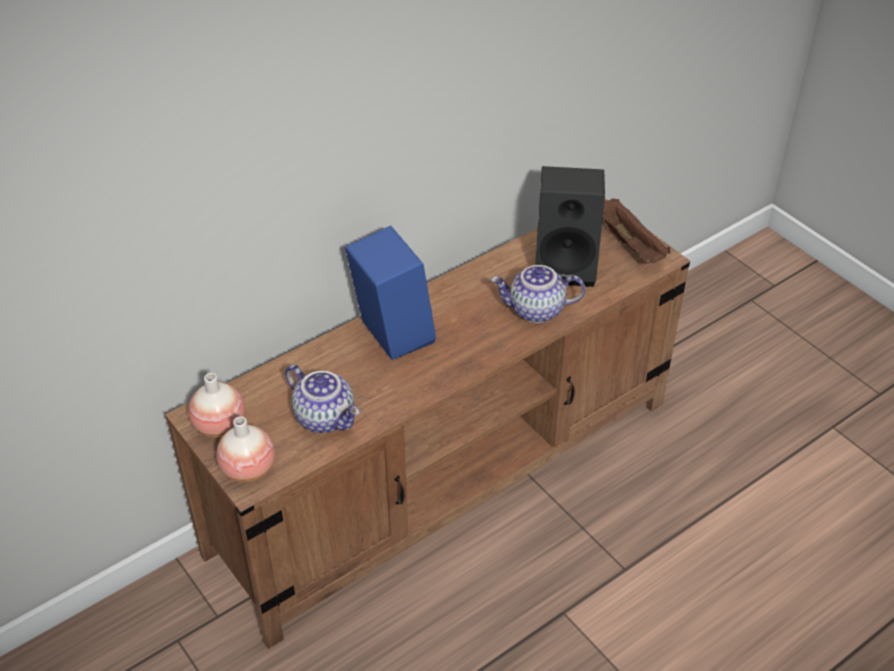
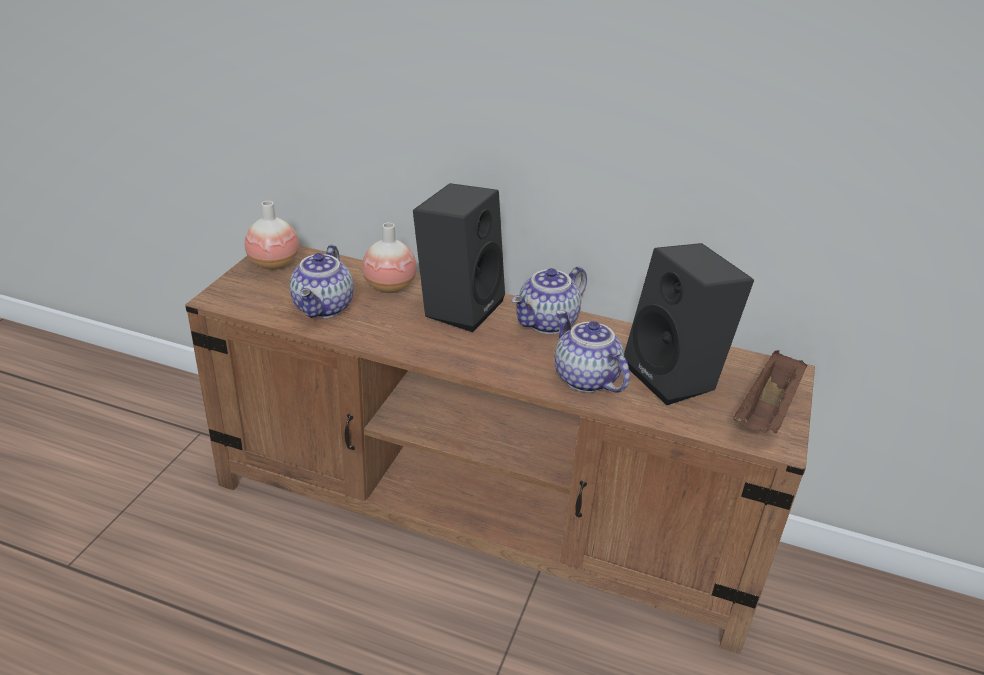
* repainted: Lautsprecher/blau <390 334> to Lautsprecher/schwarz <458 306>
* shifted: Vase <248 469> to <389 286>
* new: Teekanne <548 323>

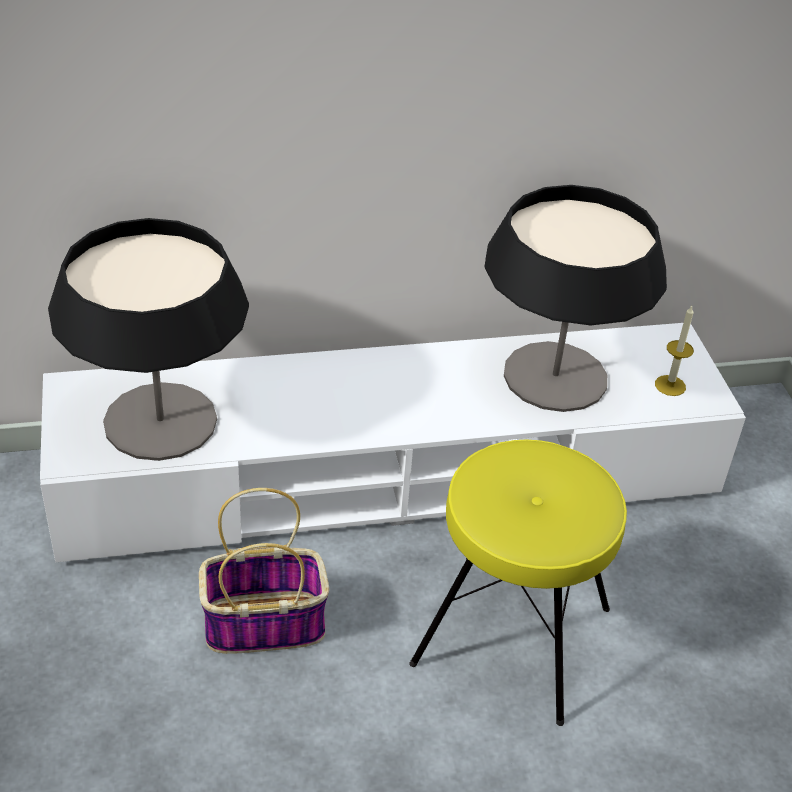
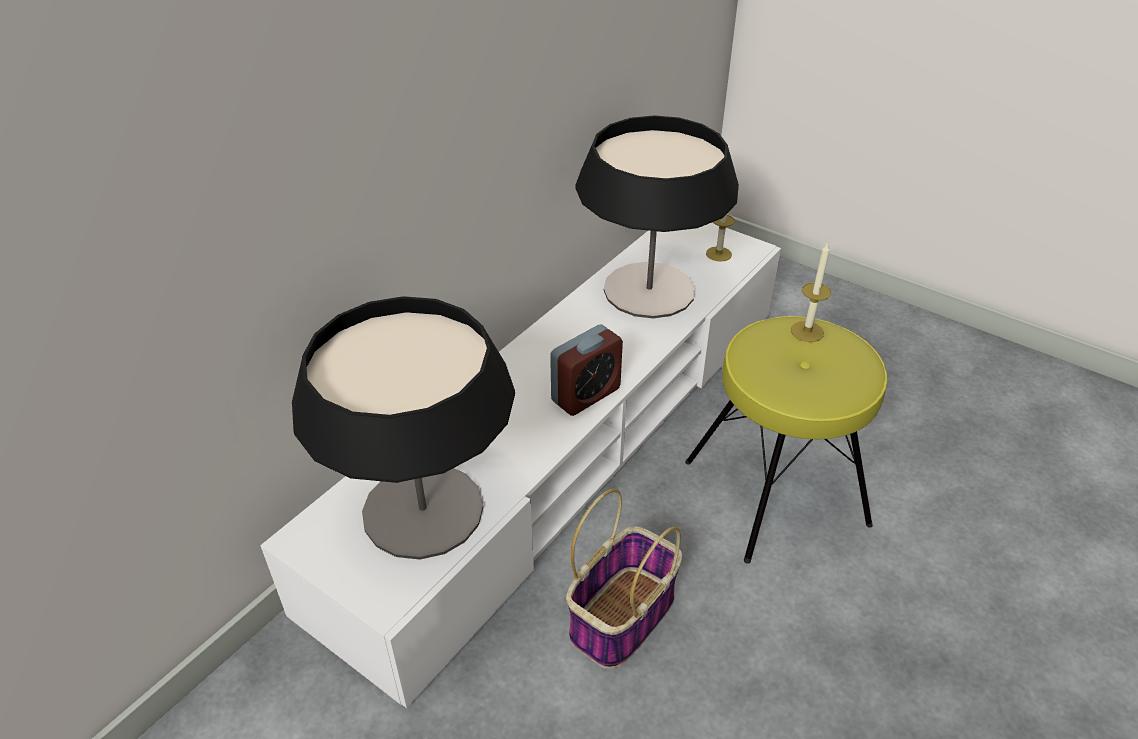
* new: Kerze <807 331>
* new: Wecker <586 395>

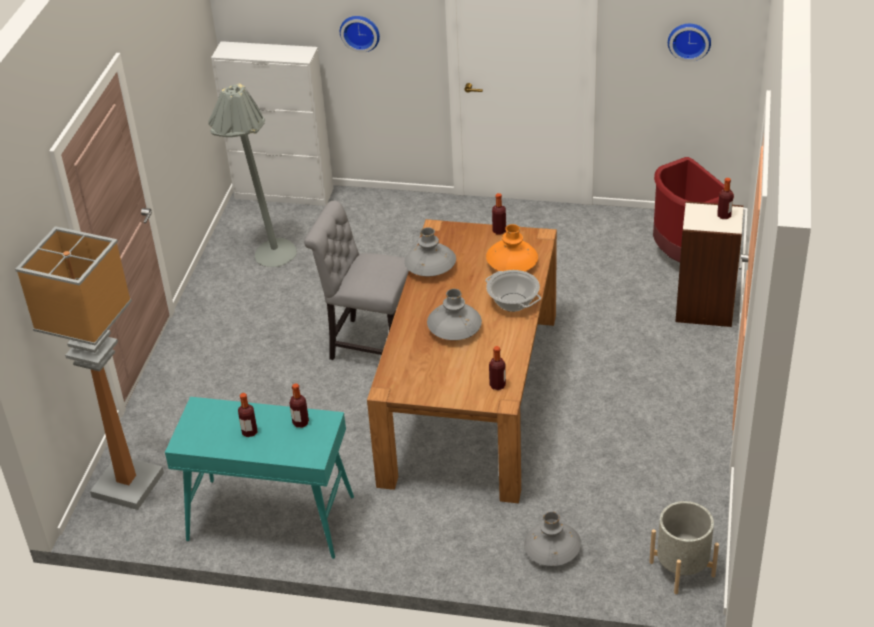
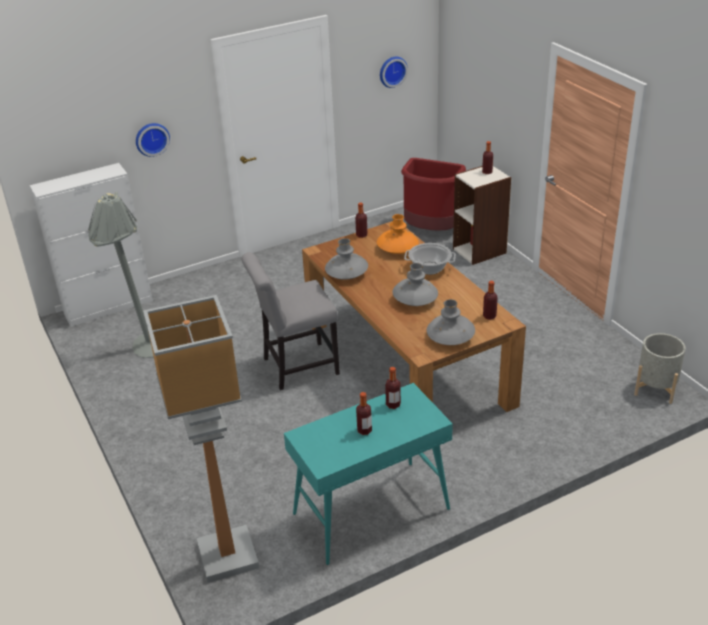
* shifted: Vase/grau <552 551> to <450 337>

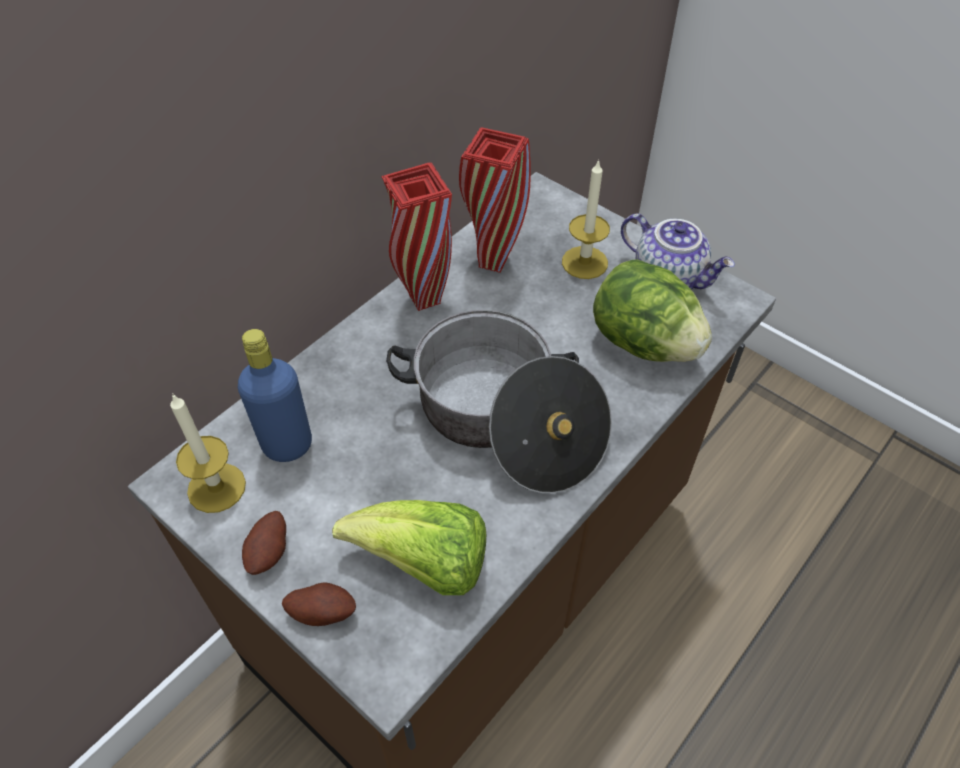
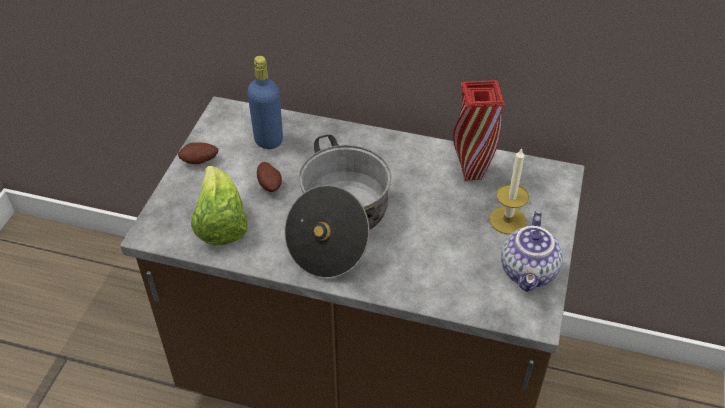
* gone: Vase/rot <424 299>
* gone: Salatkopf <643 342>
* gone: Kerze <216 487>
* shifted: Kartoffel <322 611> to <270 185>

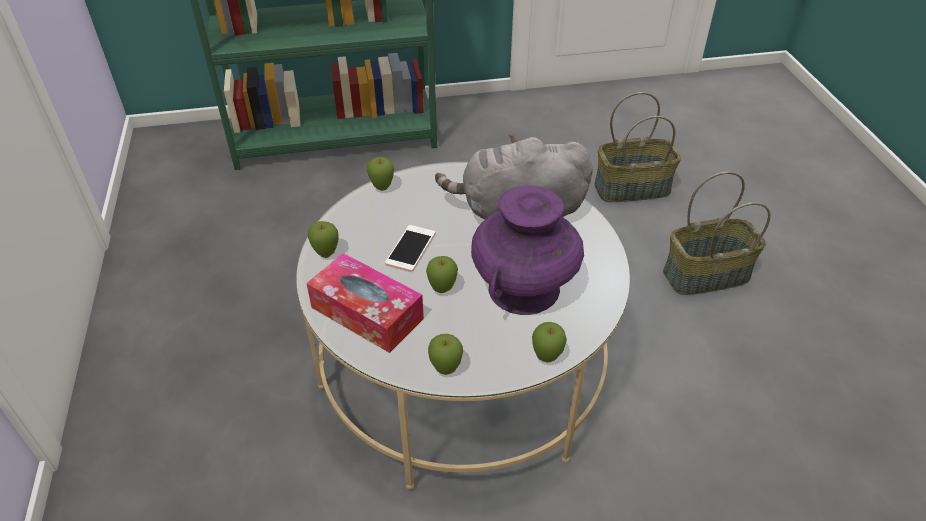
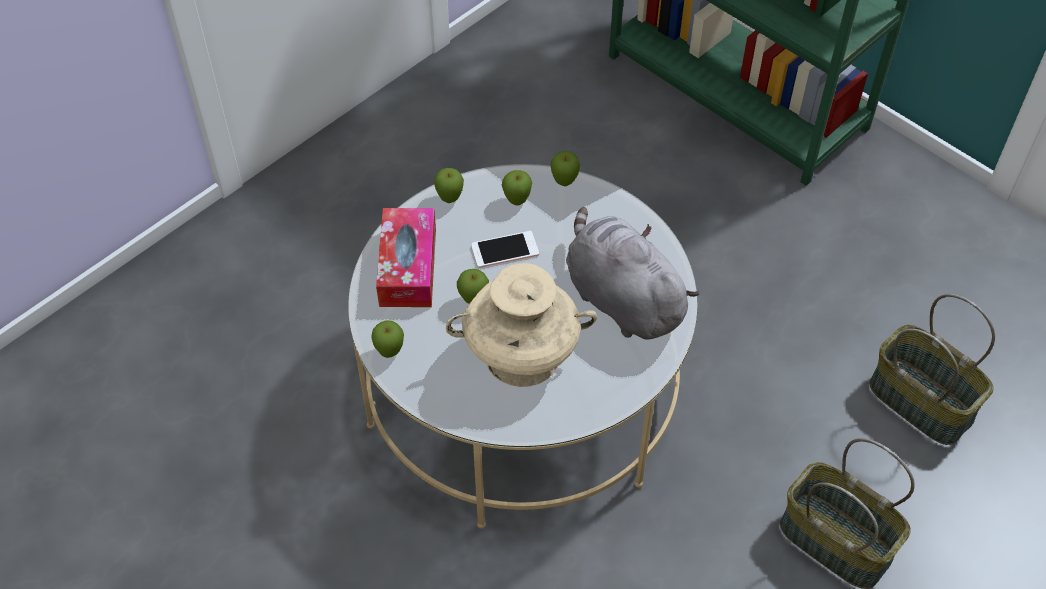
* repainted: Vase/lila <523 289> to Vase/beige <521 356>
* shifted: Apfel <546 358> to <517 201>

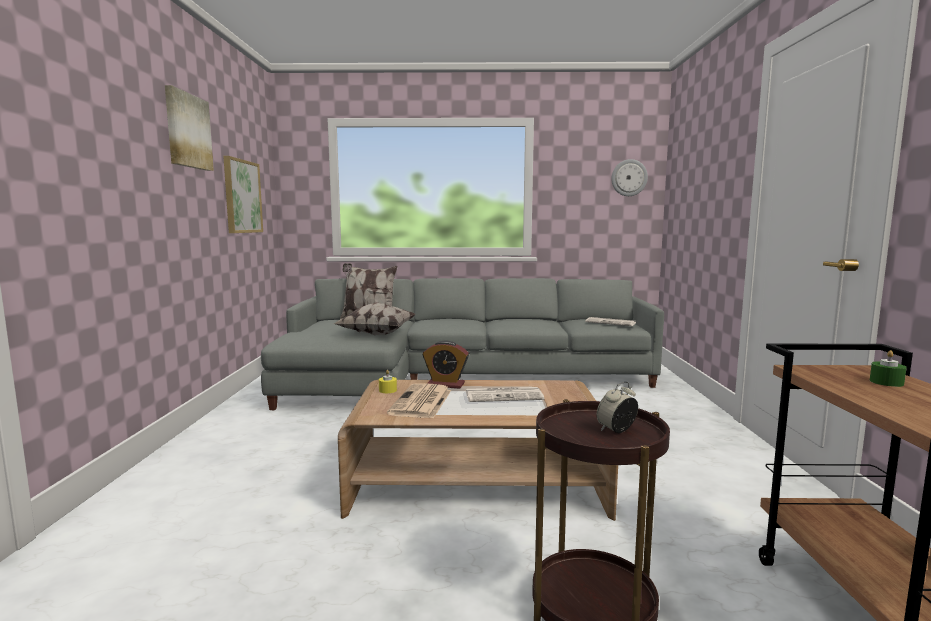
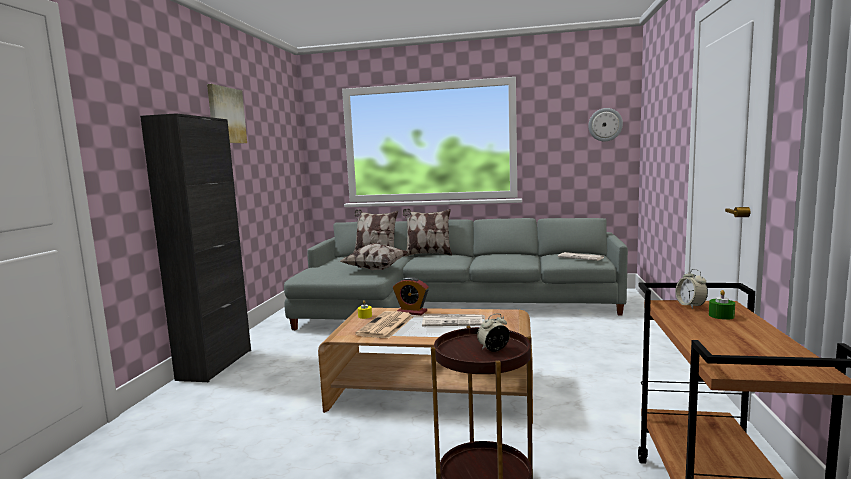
* gone: Bild <242 196>
* new: Schrank/schwarz <215 364>
* new: Kissen <428 254>
* new: Wecker <690 306>

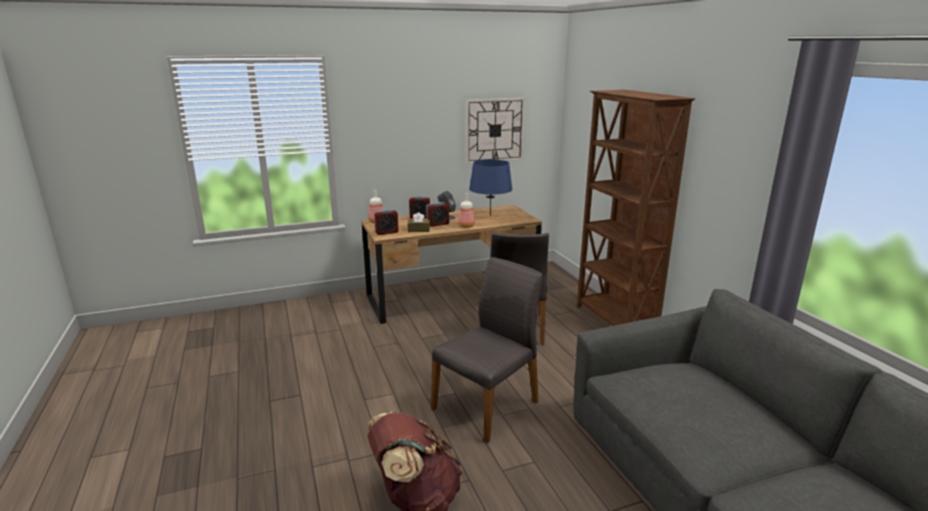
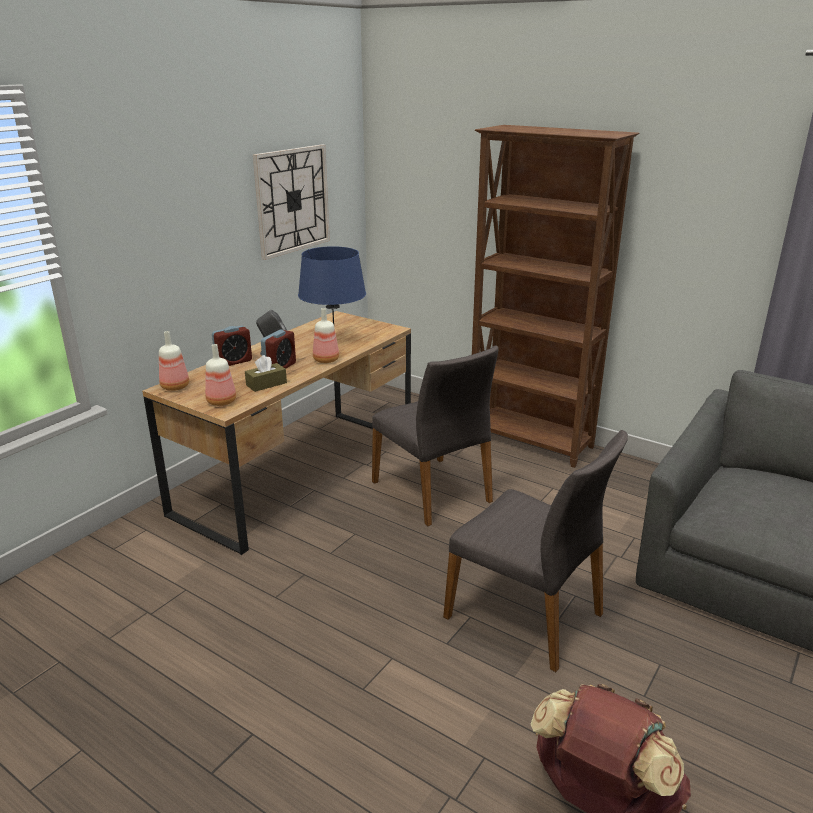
* swapped: Wecker <386 232> to Flasche <221 401>
* rotated: Stuhl/grau <487 405> = <526 615> 120 degrees clockwise

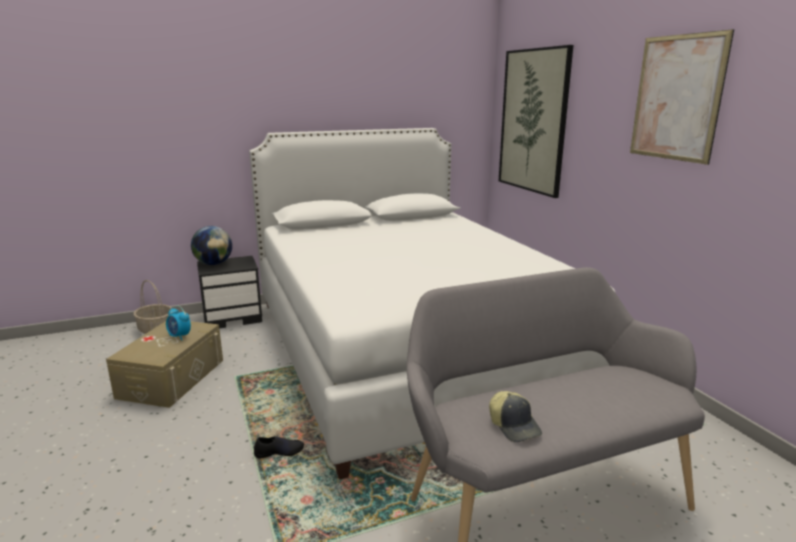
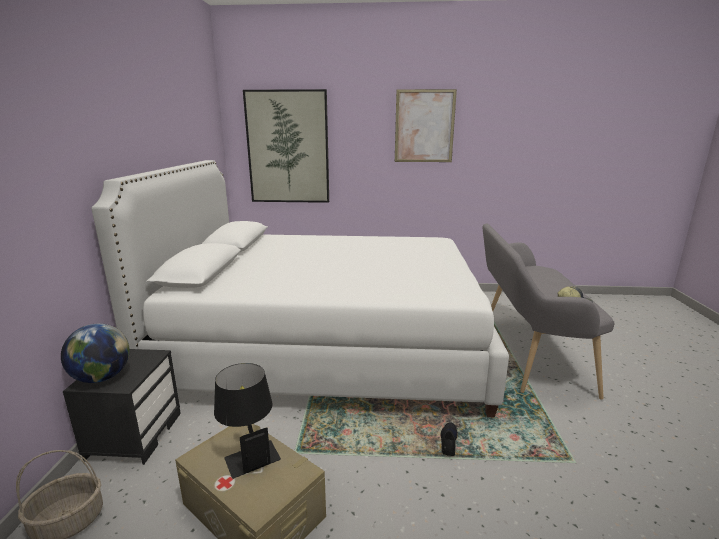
* swapped: Wecker <179 336> to Tischlampe/schwarz <248 451>

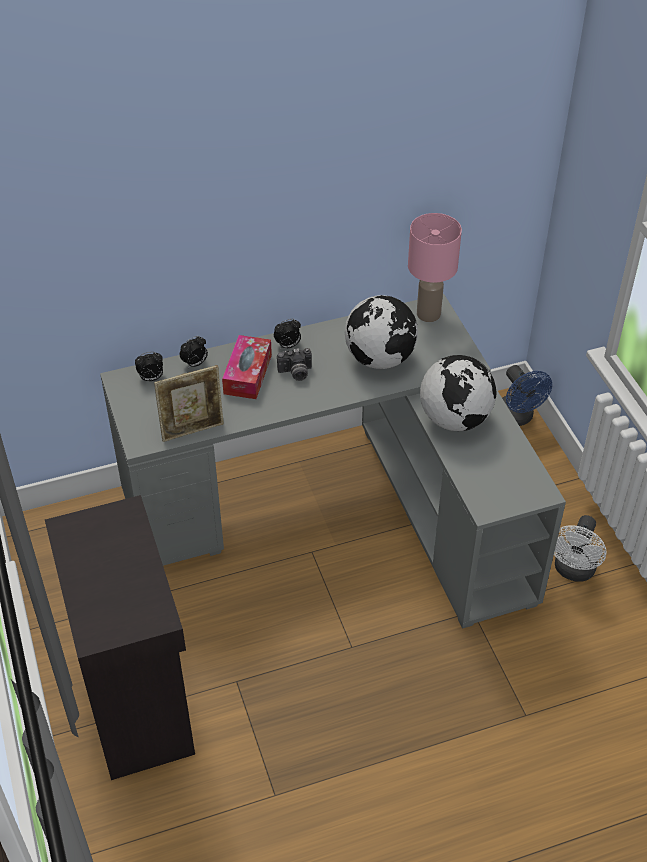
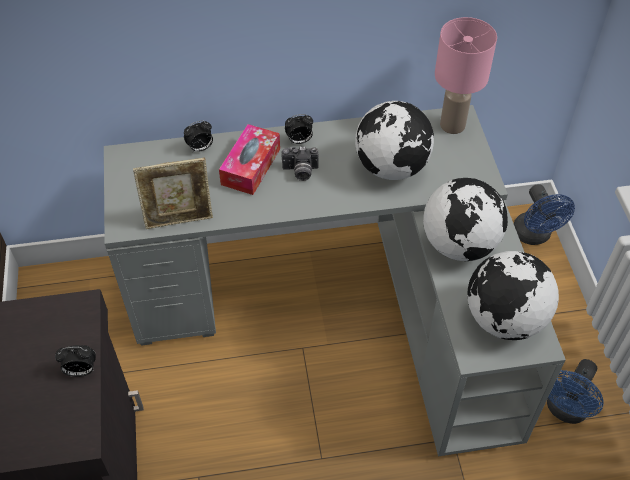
* shifted: Wecker <151 378> to <81 371>
* repainted: Ventilator/weiß <573 571> to Ventilator/blau <565 410>
* new: Globus <504 319>

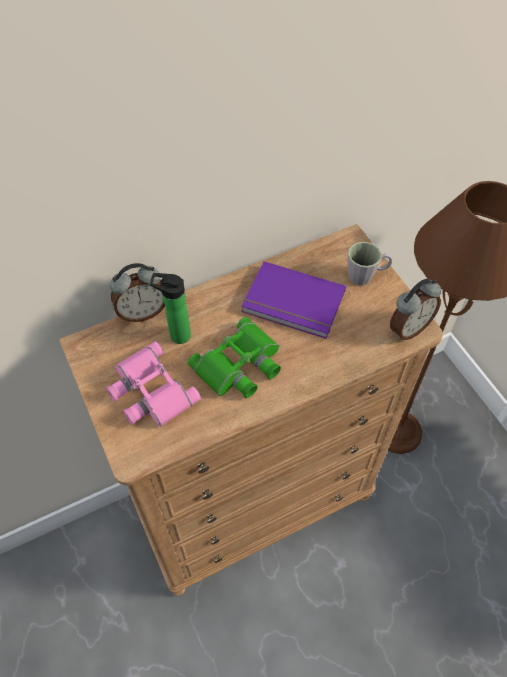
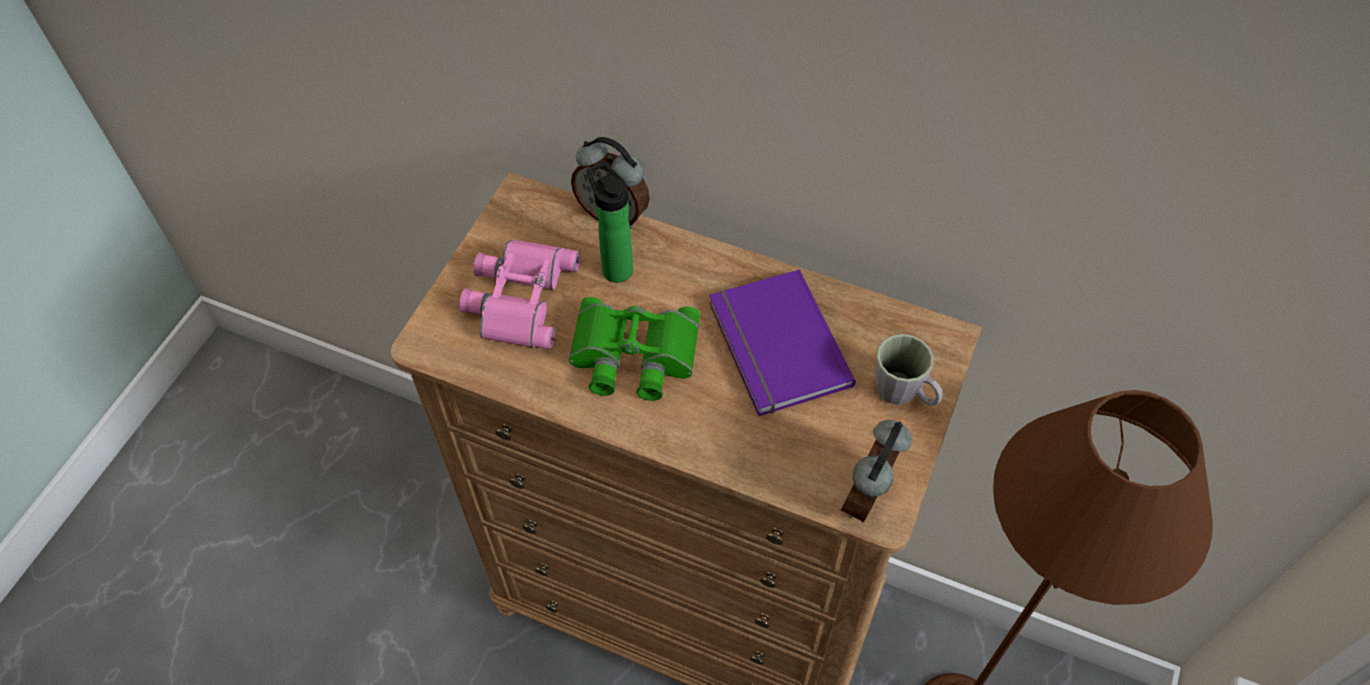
* rotated: Wecker <408 328> = <869 497> 105 degrees clockwise

